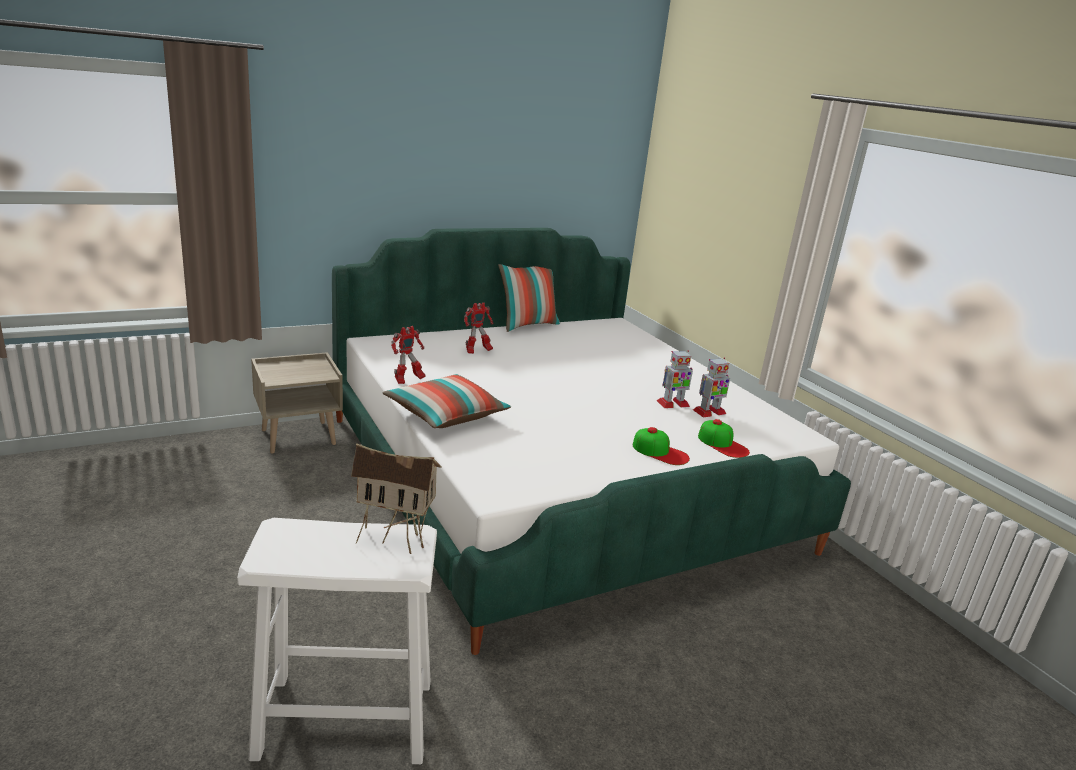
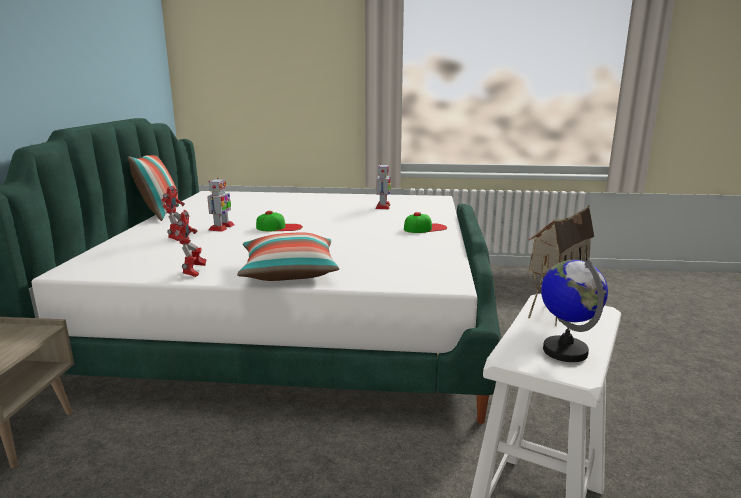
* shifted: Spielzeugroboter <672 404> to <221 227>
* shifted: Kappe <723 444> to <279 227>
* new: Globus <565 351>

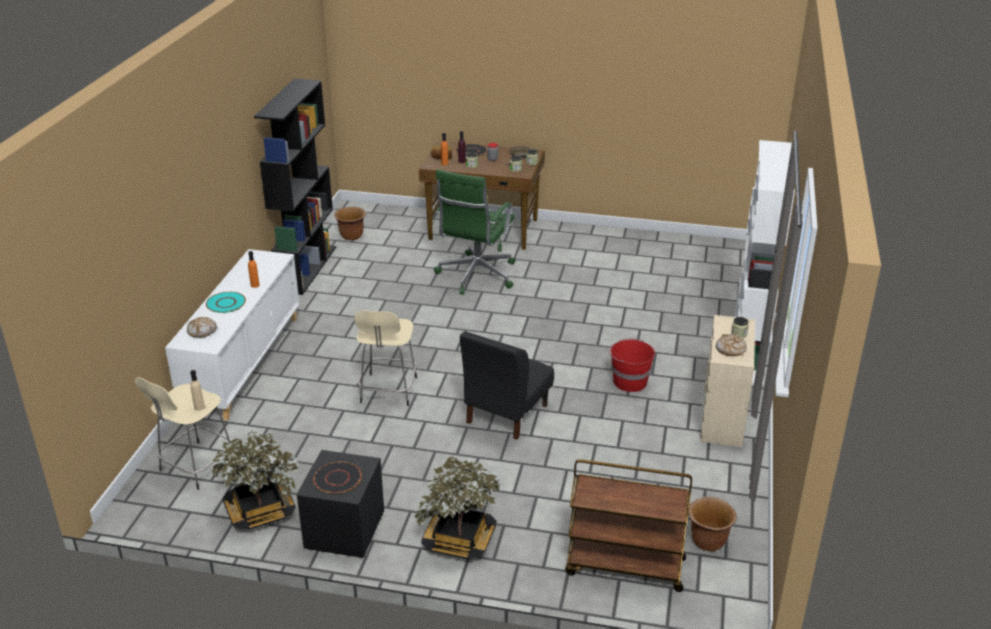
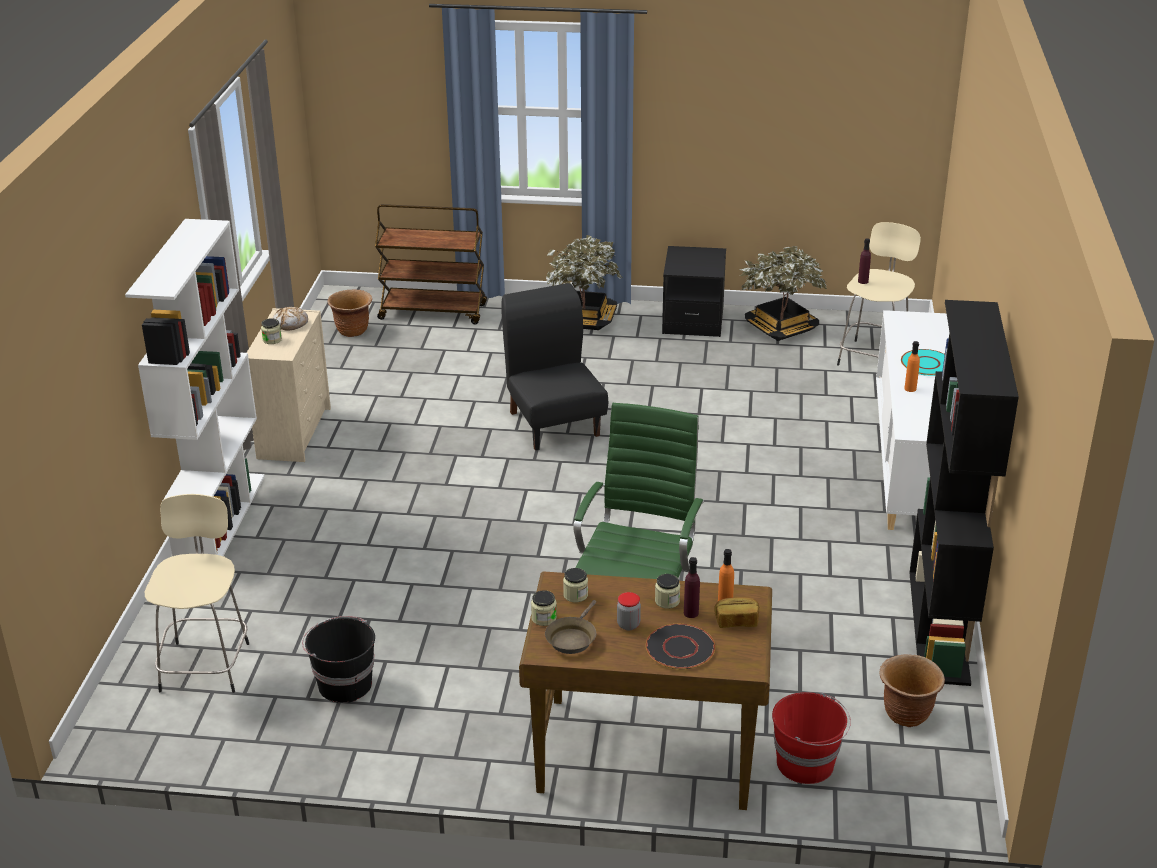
* shifted: Hocker/beige <388 391> to <206 664>
* gone: Brot <202 331>
* rotated: Stuhl/schwarz <506 414> = <554 423> 45 degrees counterclockwise
* shifted: Eimer/rot <629 381> to <806 763>
* repainted: Flasche/beige <199 407> to Flasche/lila <863 281>
* gone: Teller/schwarz <337 478>
* new: Eimer/schwarz <344 684>

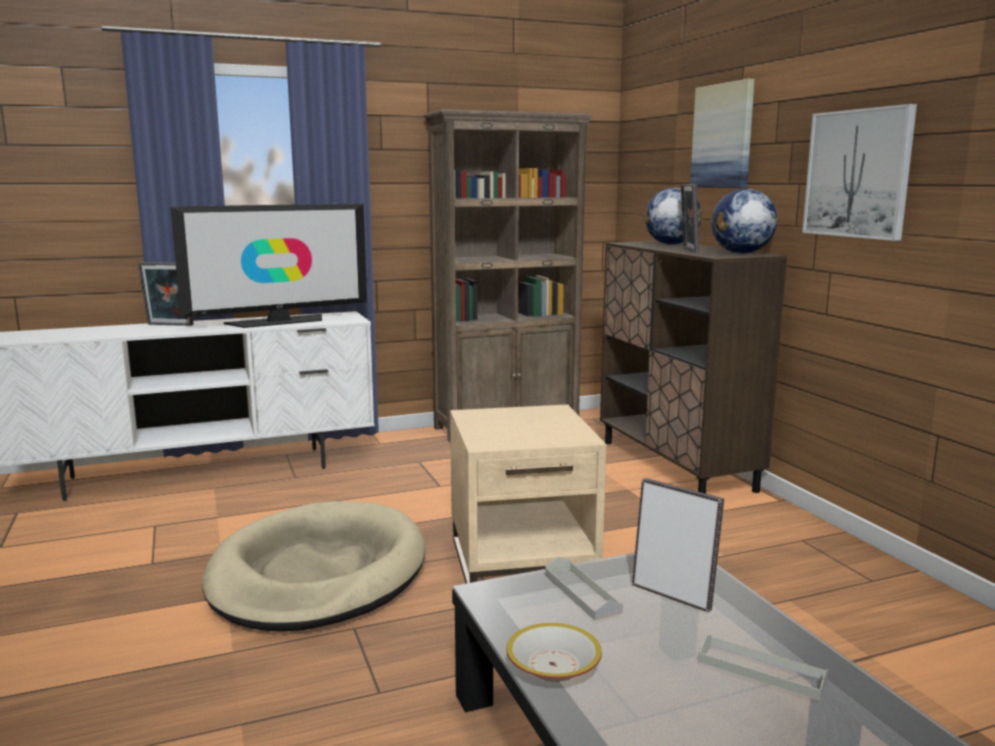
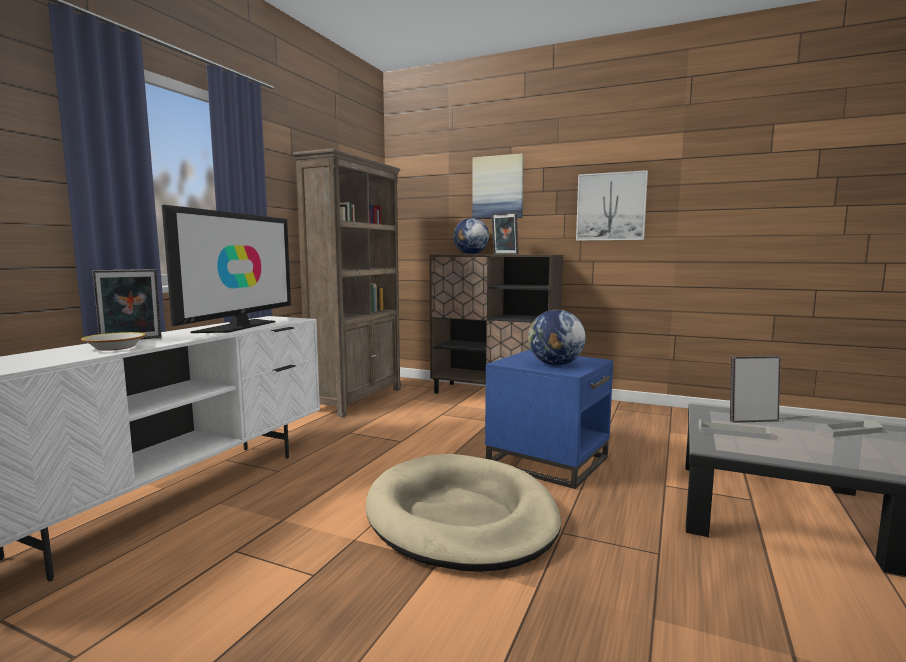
* shifted: Globus <741 253> to <555 364>
* repainted: Beistelltisch/beige <523 563> to Beistelltisch/blau <548 461>
* shifted: Schüssel <552 666> to <115 347>

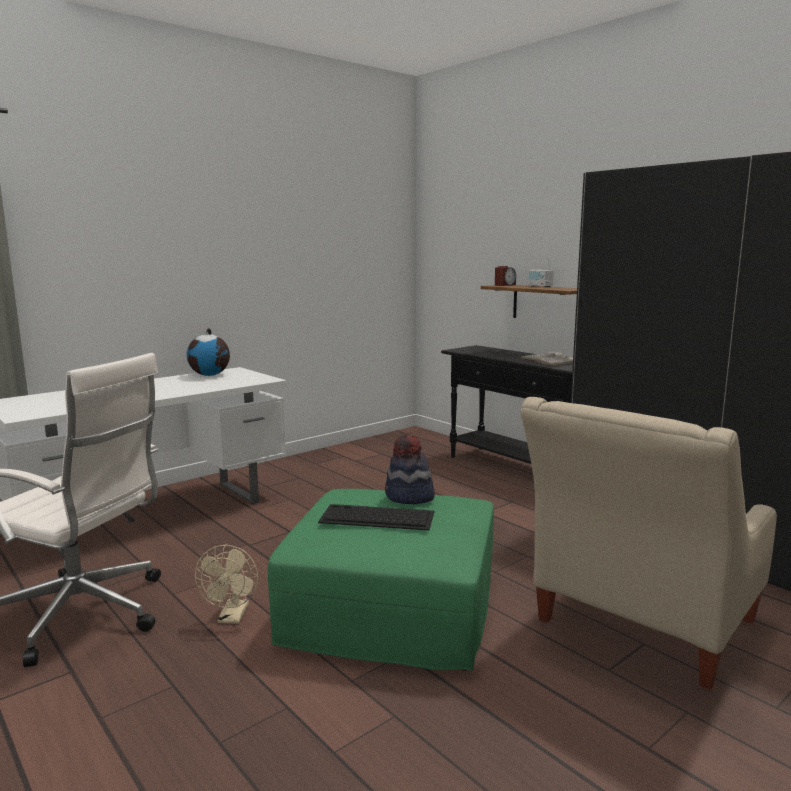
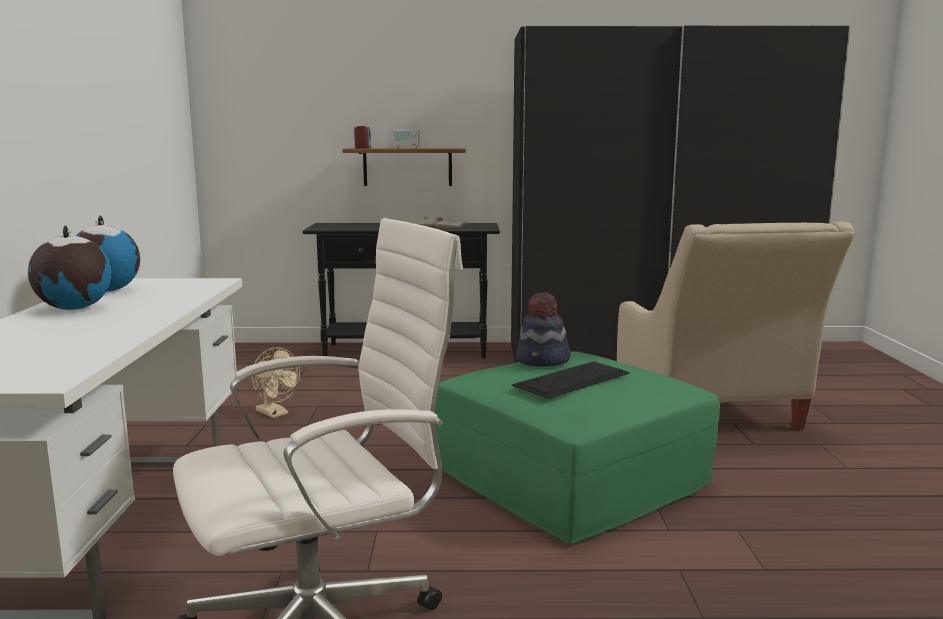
* shifted: Ventilator/beige <232 617> to <275 413>
* new: Globus <74 309>

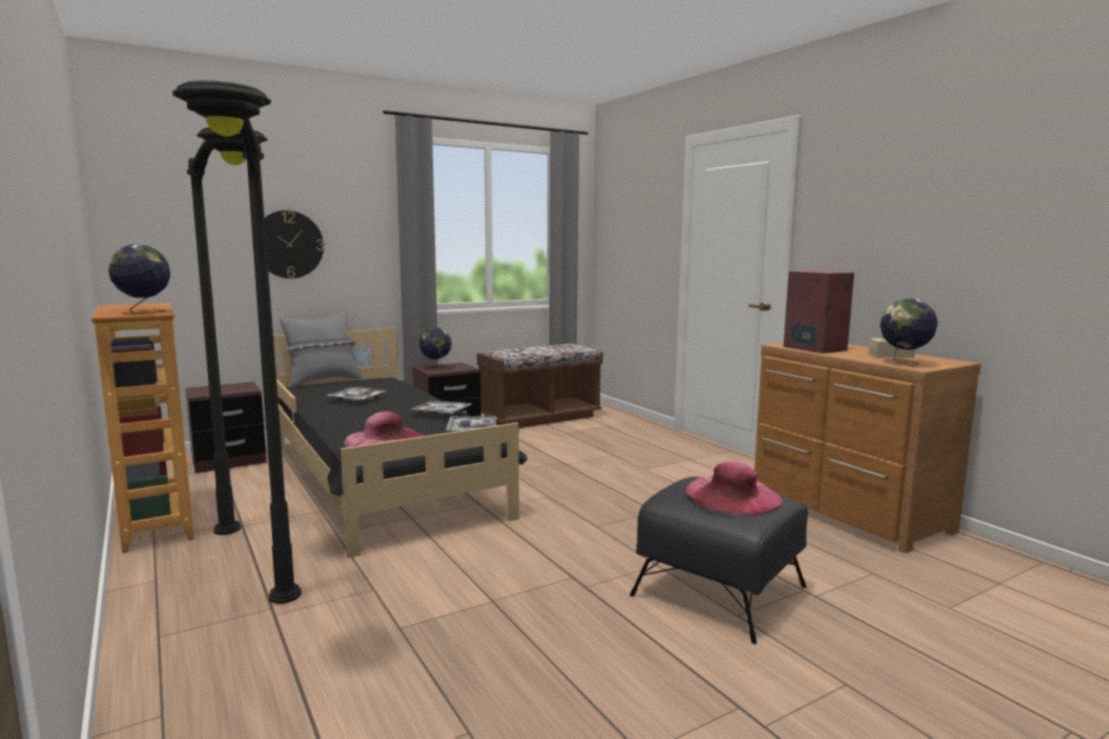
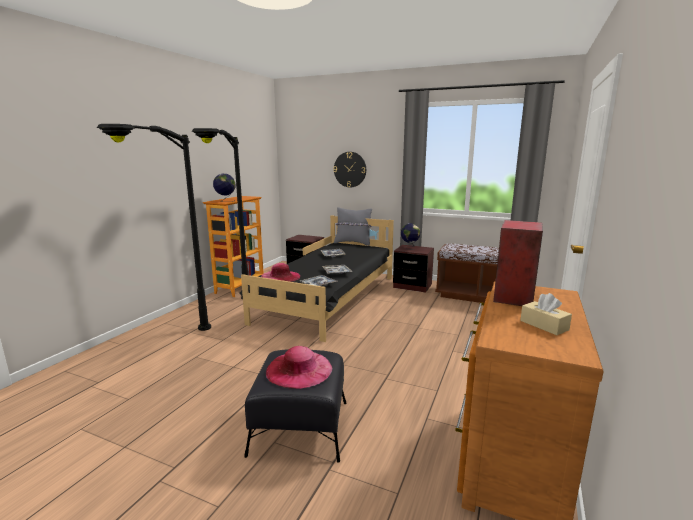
* gone: Globus <904 363>

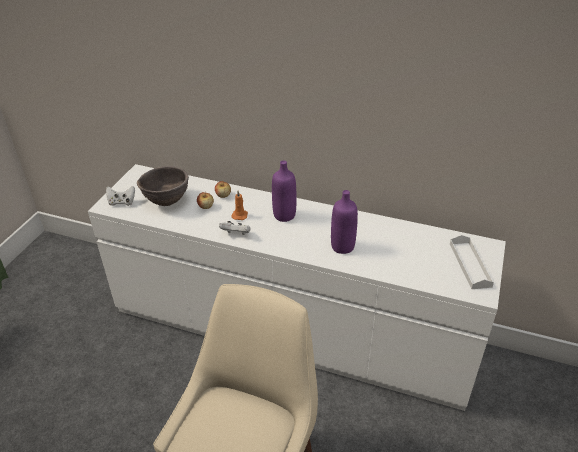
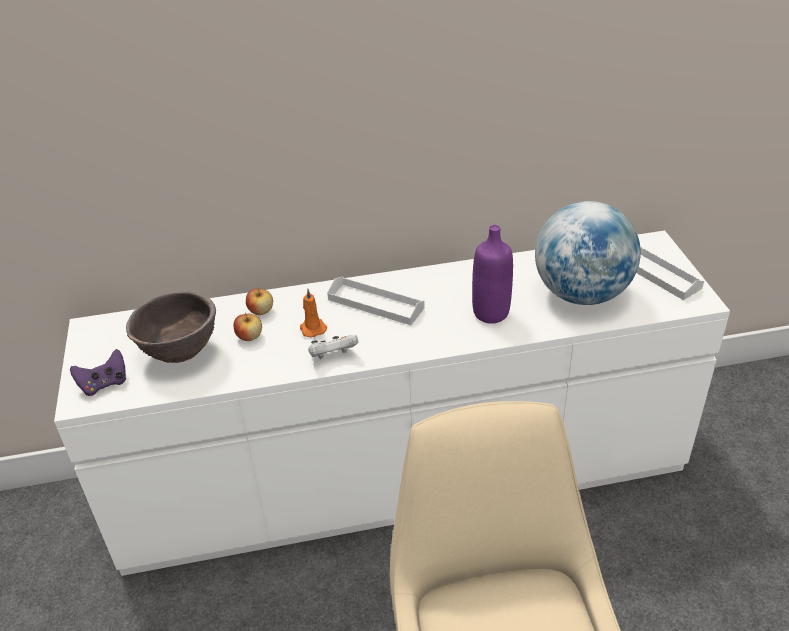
* swapped: Flasche/lila <284 215> to Tablett/weiß <375 304>
* repainted: Gamepad/weiß <122 202> to Gamepad/lila <104 384>
* new: Globus <581 294>

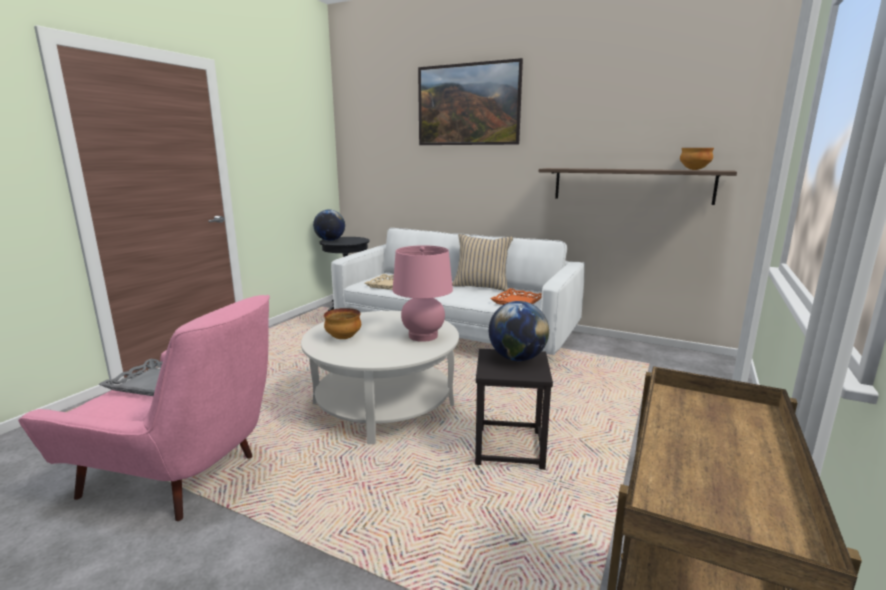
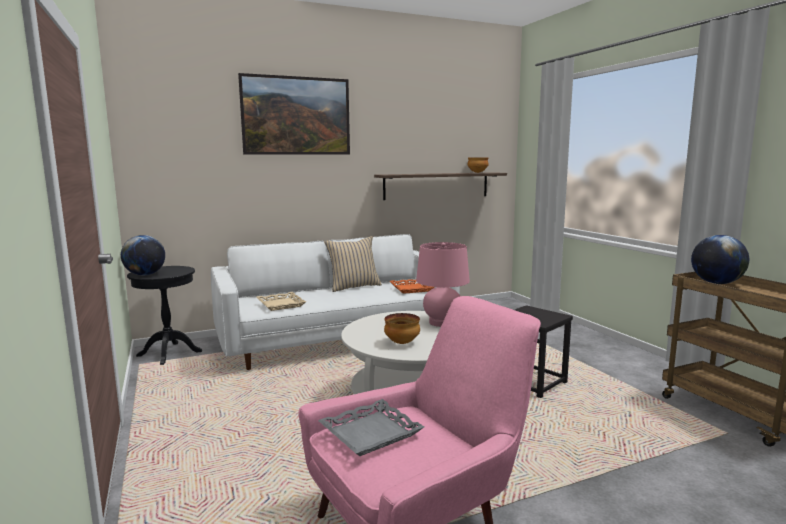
* shifted: Globus <517 358> to <716 283>

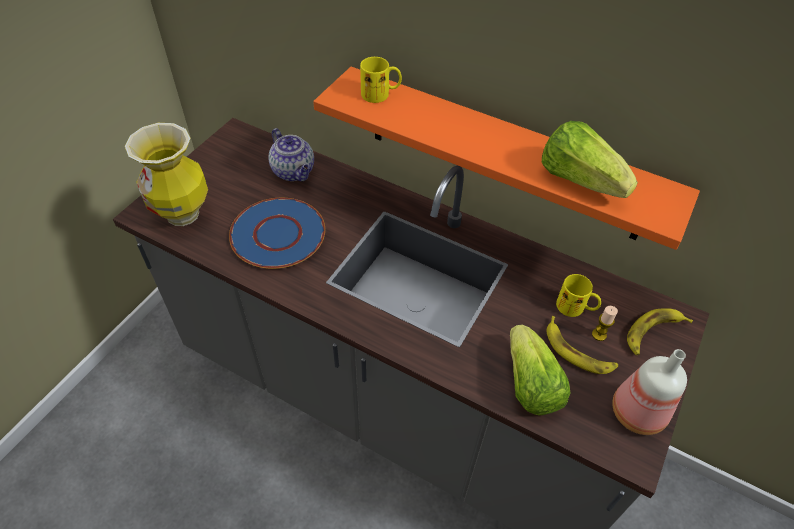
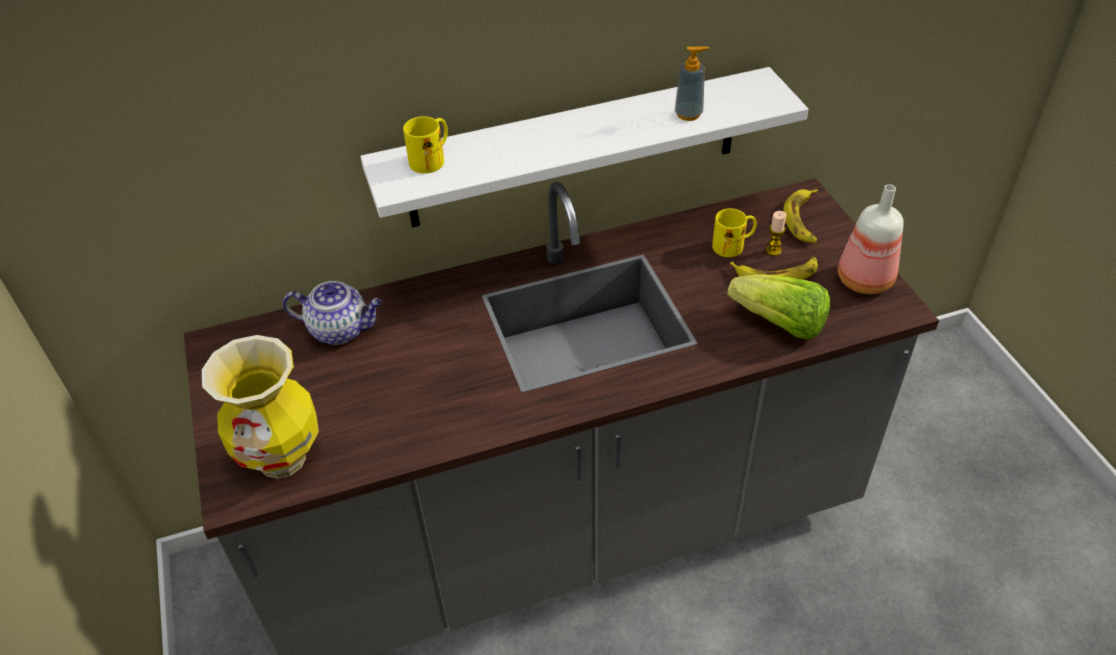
* repainted: Wandregal/orange <503 155> to Wandregal/weiß <574 149>
* swapped: Salatkopf <579 179> to Seifenspender <688 114>
* gone: Teller/blau <278 234>

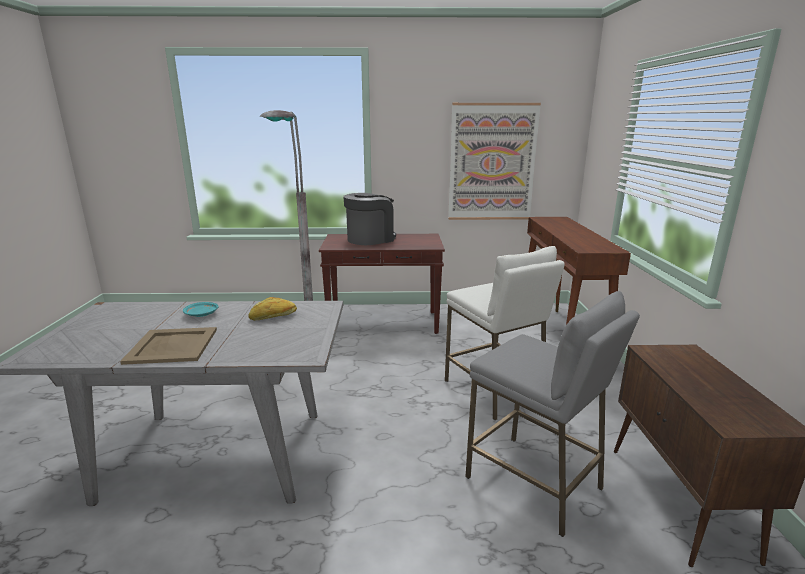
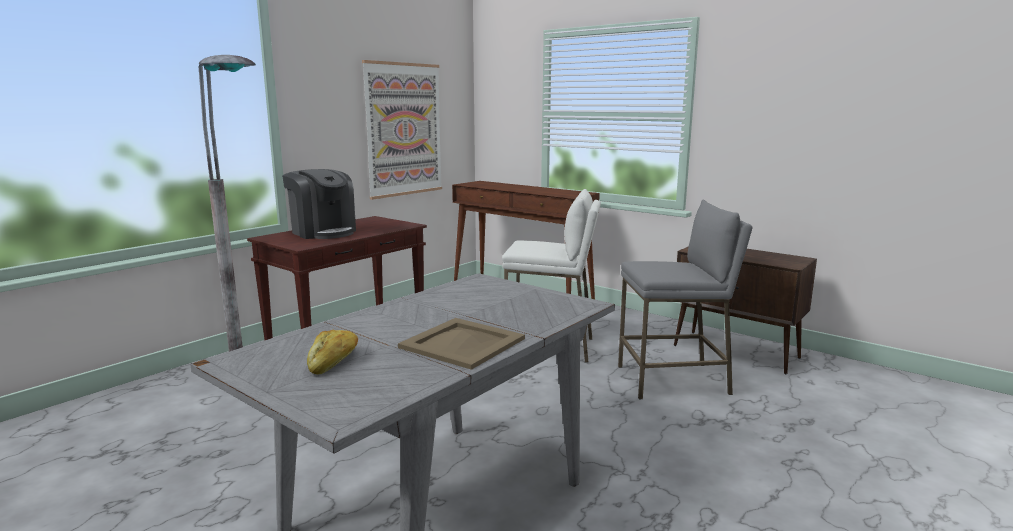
* rotated: Kaffeemaschine <370 239> = <323 232> 135 degrees clockwise
* shifted: Brot <273 316> to <334 361>
* gone: Teller/türkis <202 314>

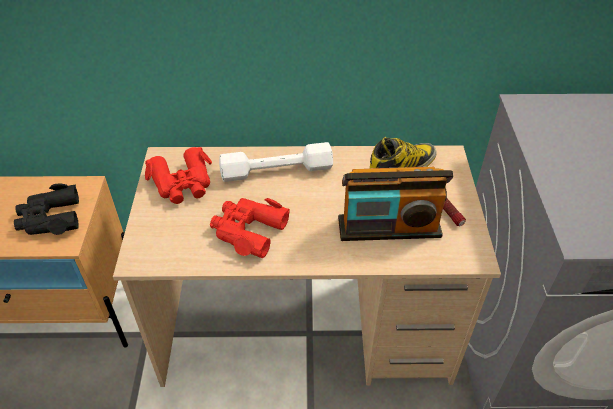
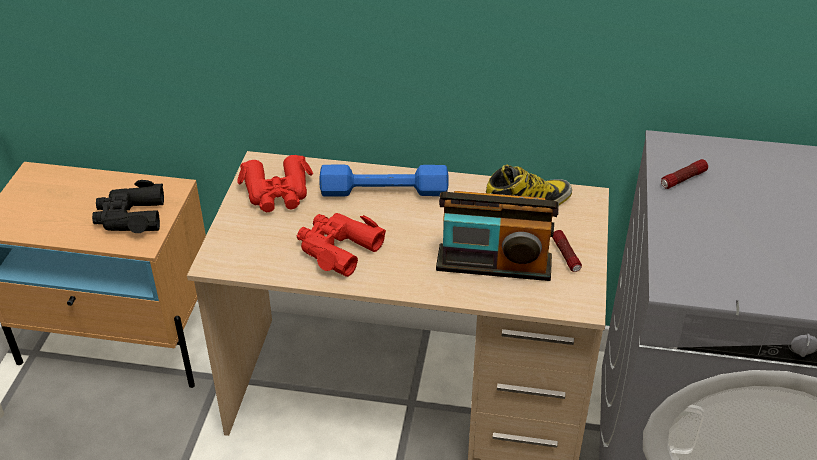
* repainted: Hantel/weiß <276 170> to Hantel/blau <384 191>
* new: Taschenlampe <683 179>

